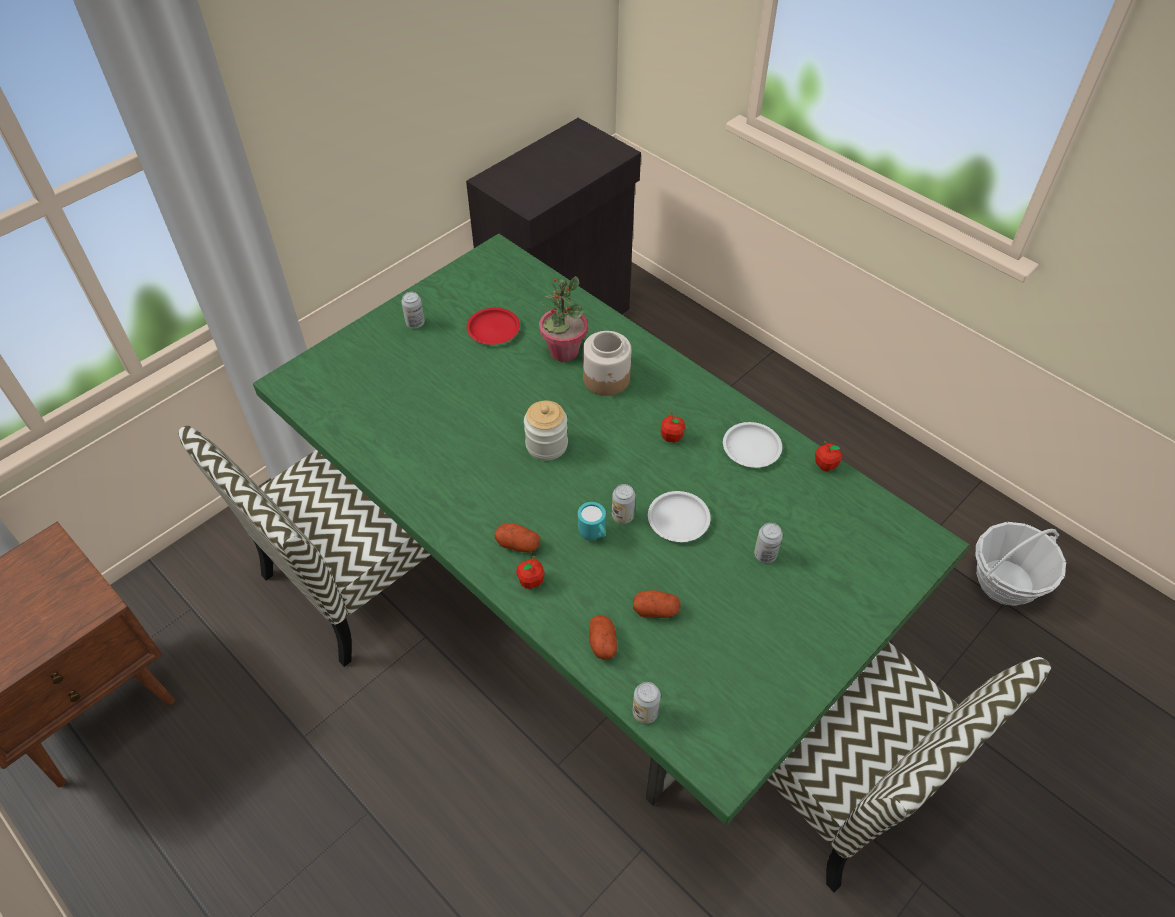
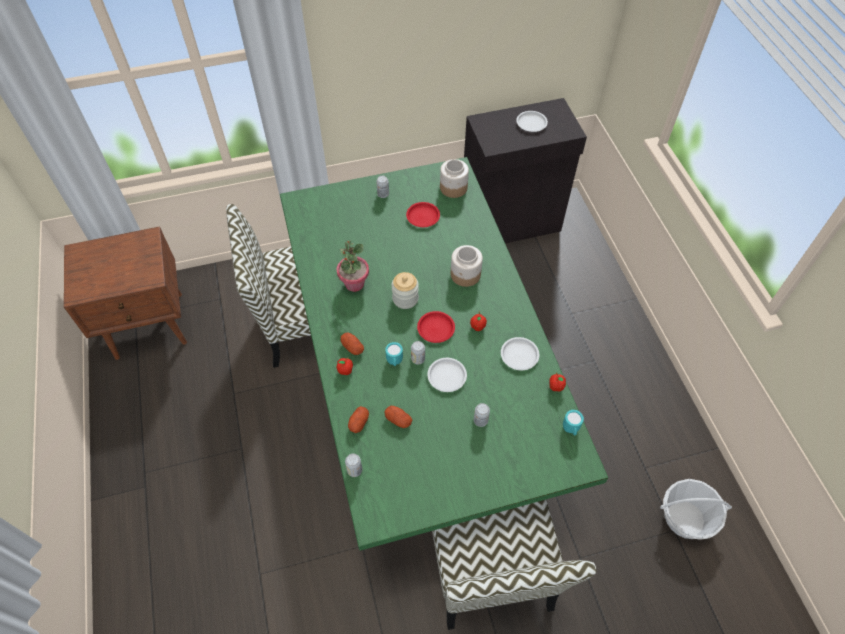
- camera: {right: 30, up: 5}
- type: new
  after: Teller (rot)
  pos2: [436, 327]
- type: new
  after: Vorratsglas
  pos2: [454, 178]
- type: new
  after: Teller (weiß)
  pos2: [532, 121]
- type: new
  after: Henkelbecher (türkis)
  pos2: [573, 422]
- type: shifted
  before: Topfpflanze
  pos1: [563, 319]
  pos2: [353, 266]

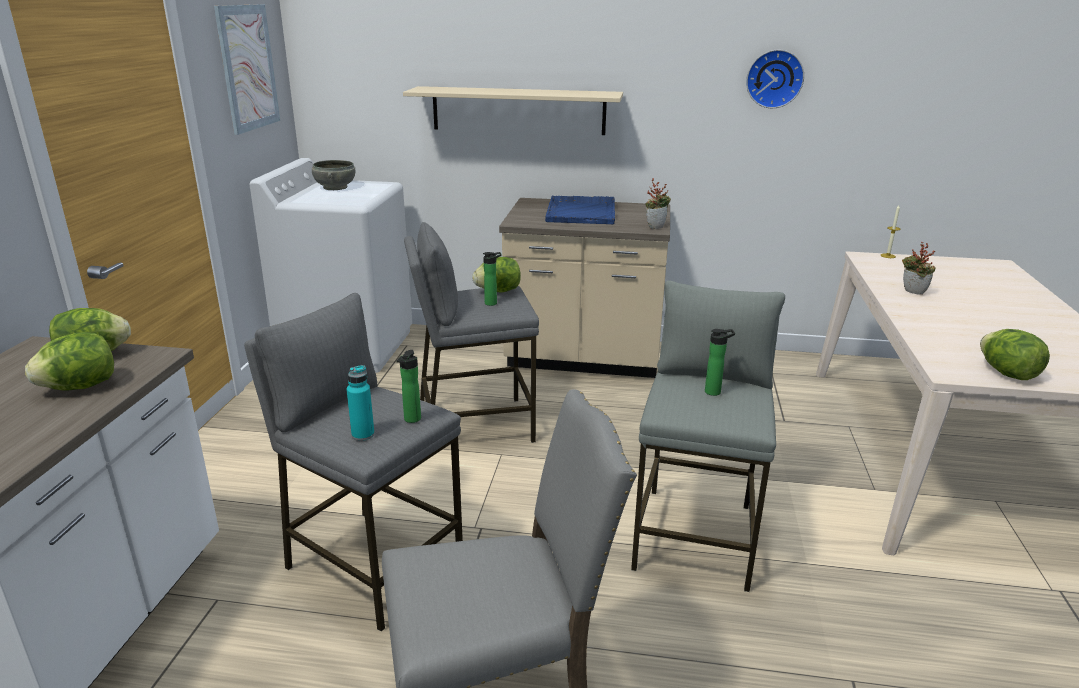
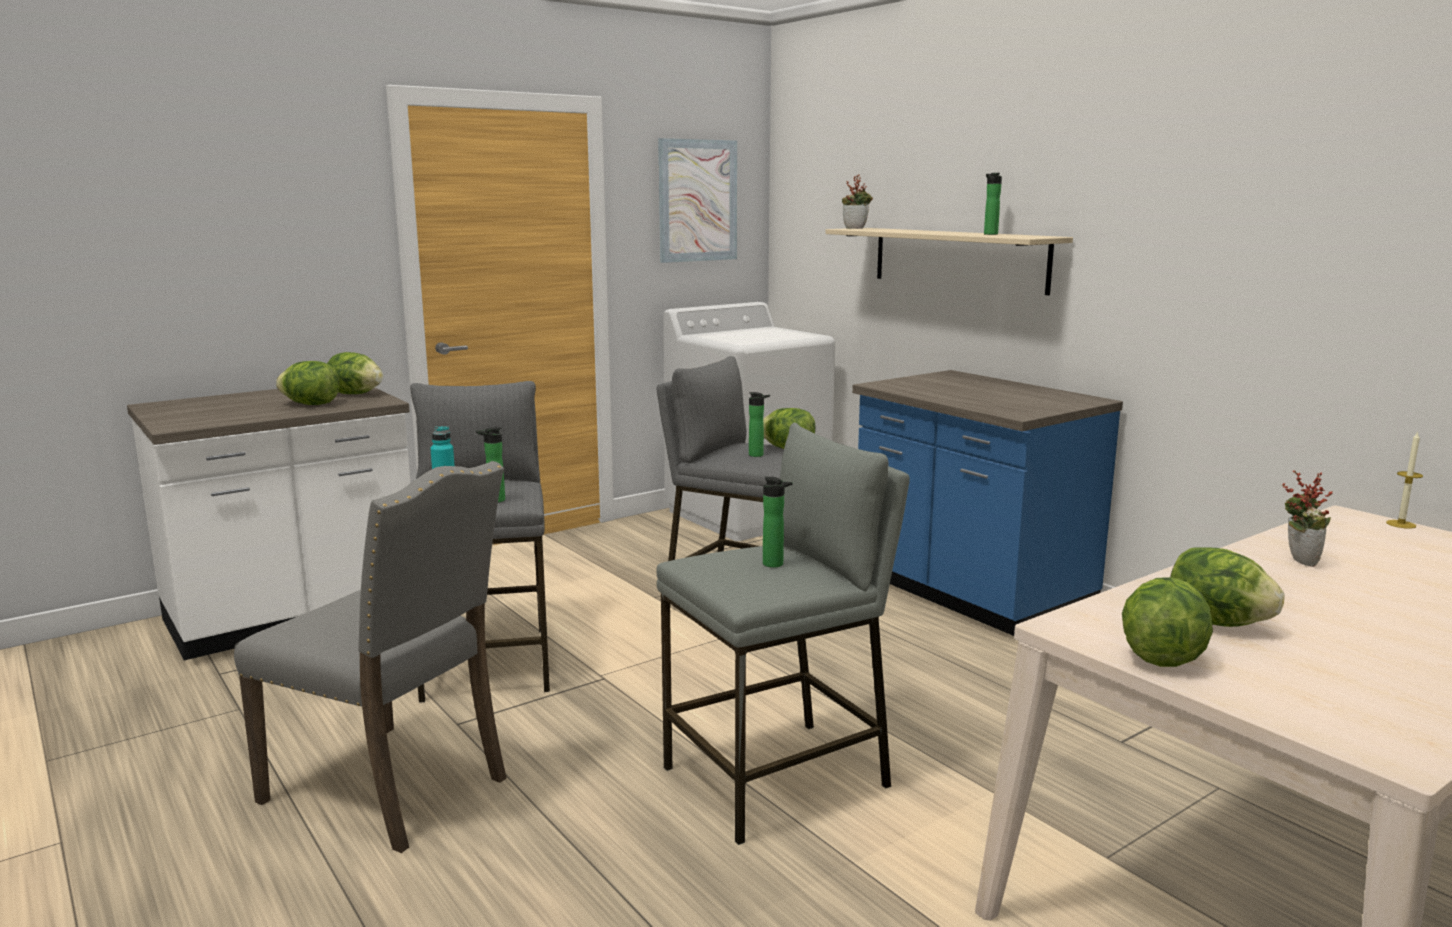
- camera: {right: 45, up: -10}
- type: gone
  before: Schüssel (grau)
  pos1: [333, 175]
- type: gone
  before: Tablett (blau)
  pos1: [580, 210]
- type: gone
  before: Wanduhr
  pos1: [775, 79]
- type: new
  after: Flasche
  pos2: [993, 204]
- type: new
  after: Salatkopf
  pos2: [1227, 587]
- type: shifted
  before: Topfpflanze
  pos1: [658, 203]
  pos2: [857, 202]
- type: repainted
  before: Küchenzeile (beige)
  after: Küchenzeile (blau)
  pos1: [584, 288]
  pos2: [987, 503]

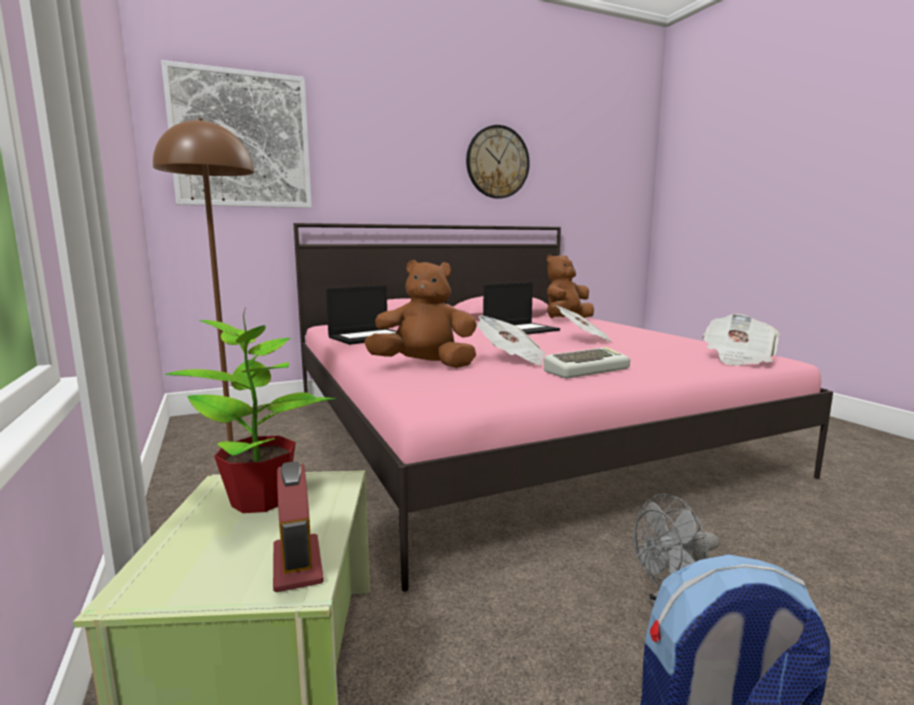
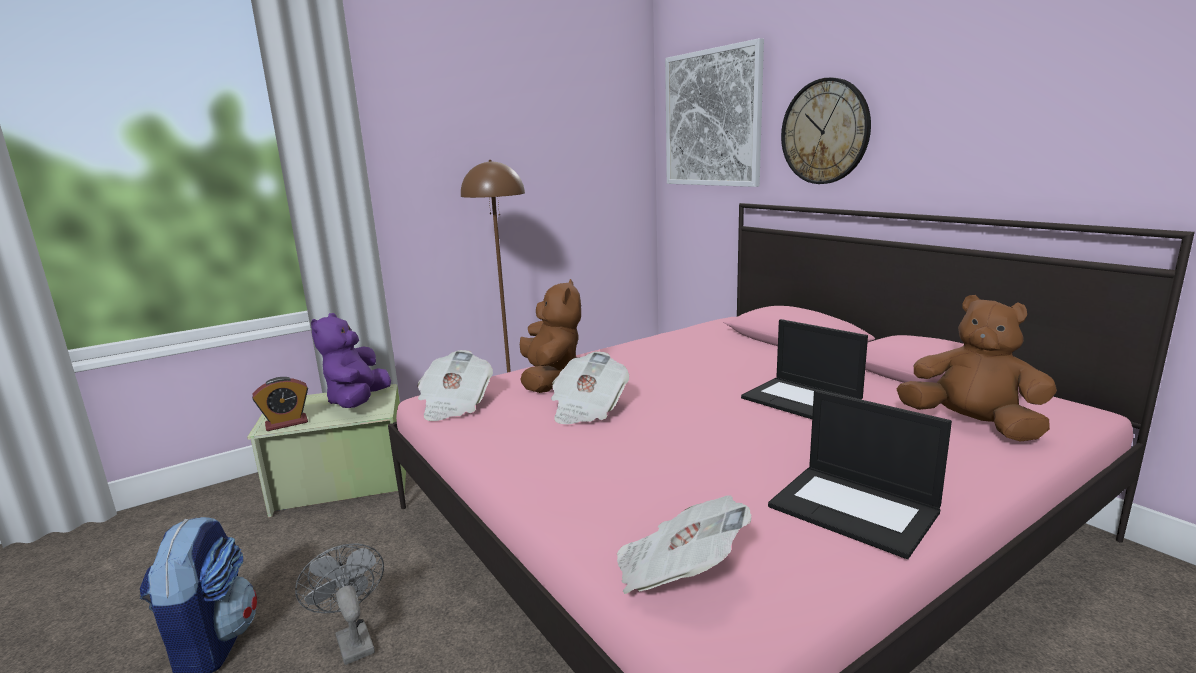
- camera: {right: 80, up: 5}
- type: gone
  before: Tastatur
  pos1: [587, 363]
- type: shifted
  before: Laptop
  pos1: [361, 315]
  pos2: [860, 474]
- type: shifted
  before: Wanduhr
  pos1: [498, 162]
  pos2: [826, 131]
- type: shifted
  before: Zeitung
  pos1: [584, 324]
  pos2: [455, 385]
- type: swapped
  before: Topfpflanze
  after: Plüschtier (lila)
  pos1: [250, 410]
  pos2: [351, 360]

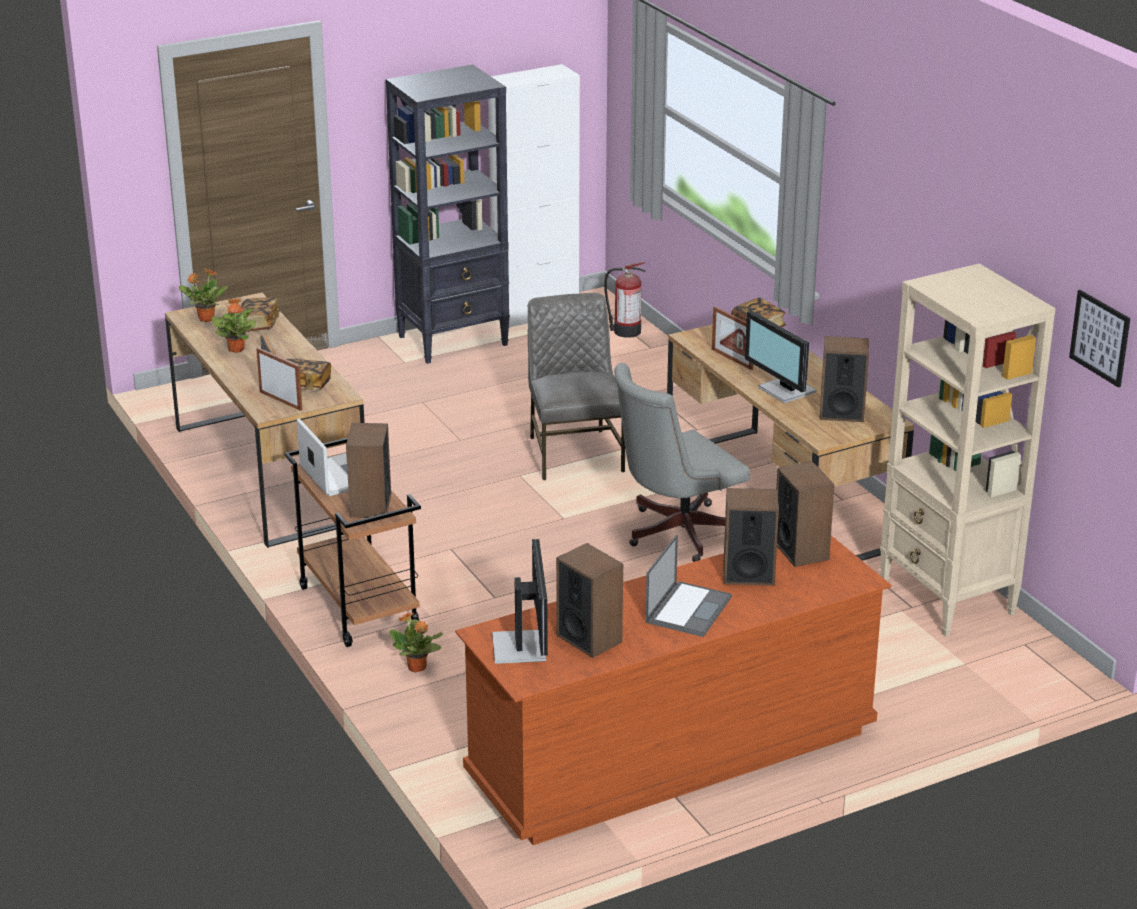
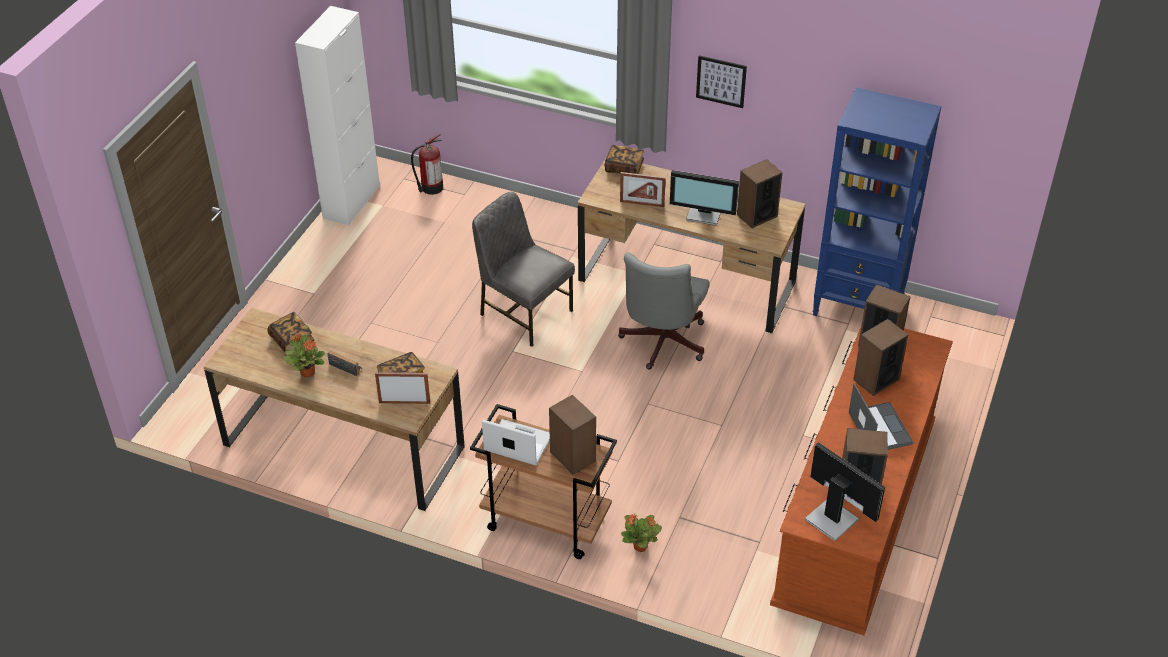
- camera: {right: -40, up: 15}
- type: gone
  before: Topfpflanze
  pos1: [203, 295]
- type: gone
  before: Bücherregal (schwarz)
  pos1: [448, 214]
- type: shifted
  before: Bild
  pos1: [1099, 339]
  pos2: [721, 81]
- type: repainted
  before: Bücherregal (beige)
  after: Bücherregal (blau)
  pos1: [968, 450]
  pos2: [877, 201]

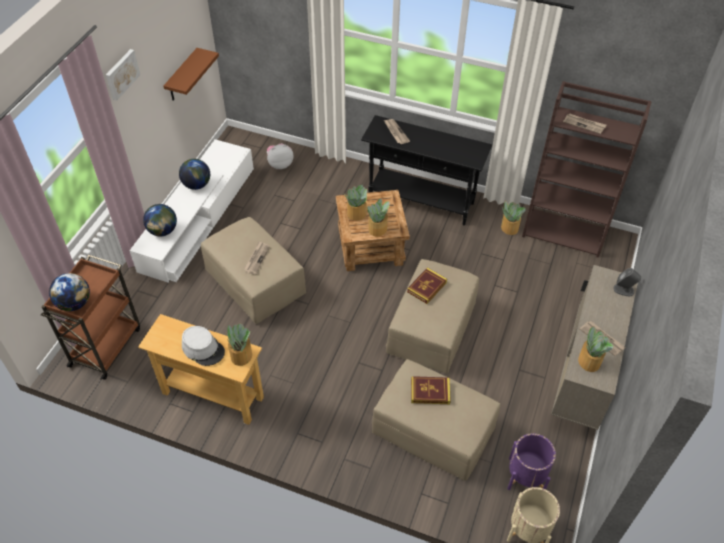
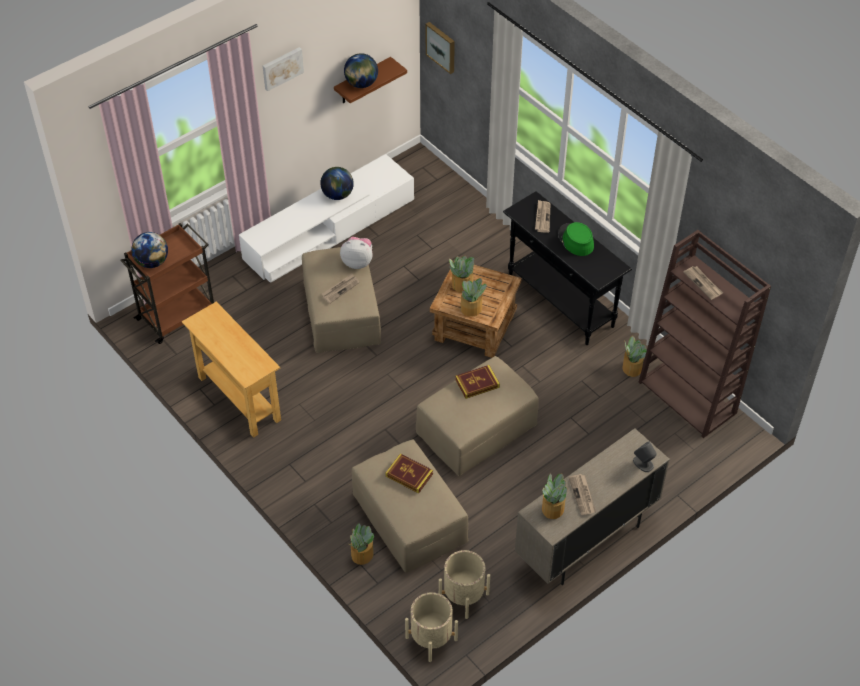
- camera: {right: 30, up: 0}
- type: gone
  before: Hut (grau)
  pos1: [203, 346]
- type: new
  after: Bild
  pos2: [440, 48]
- type: new
  after: Hut (grün)
  pos2: [576, 239]
- type: shifted
  before: Globus
  pos1: [160, 220]
  pos2: [361, 70]
- type: shifted
  before: Topfpflanze
  pos1: [239, 344]
  pos2: [361, 544]
- type: shifted
  before: Plüschtier
  pos1: [280, 156]
  pos2: [356, 253]
- type: repainted
  before: Pflanzkübel (lila)
  after: Pflanzkübel (beige)
  pos1: [531, 461]
  pos2: [464, 584]

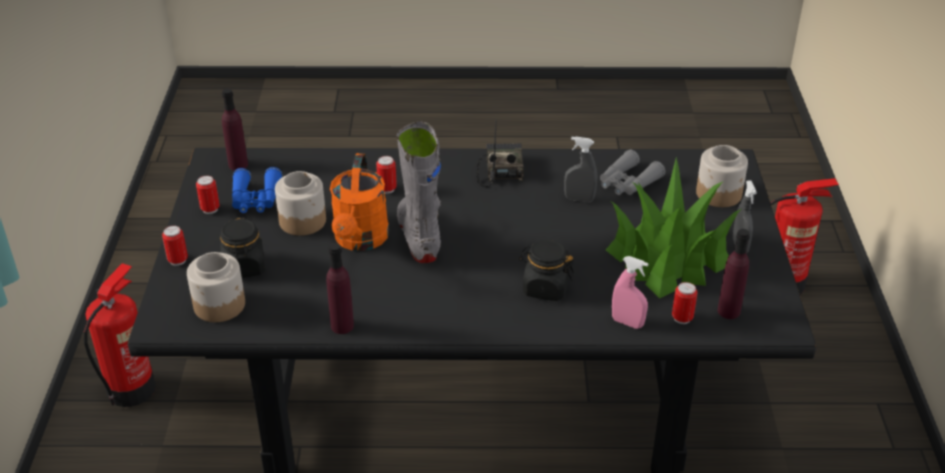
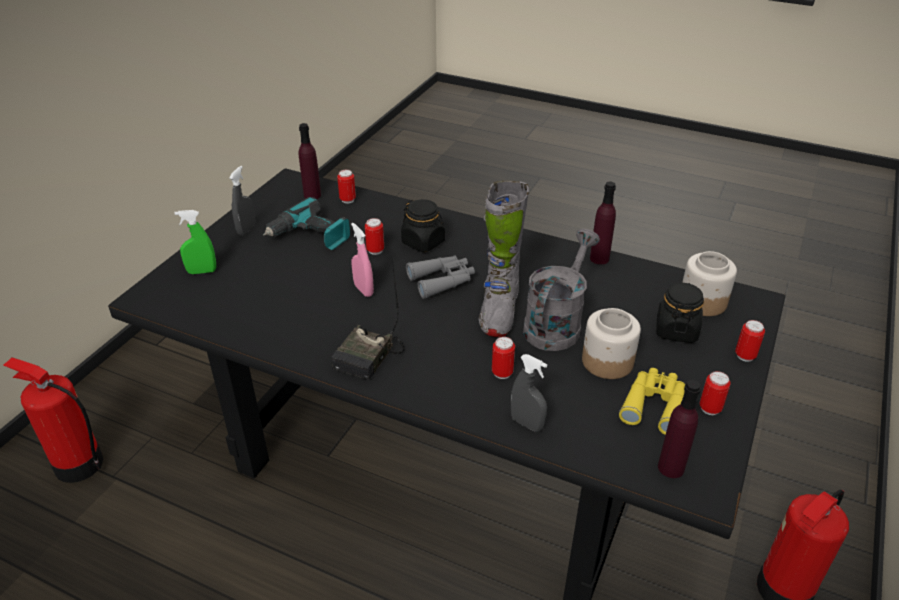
- camera: {right: -155, up: 0}
- type: new
  after: Dose
  pos2: [374, 236]
- type: shifted
  before: Sprühflasche (grau)
  pos1: [580, 169]
  pos2: [529, 393]
- type: shifted
  before: Fernglas (grau)
  pos1: [633, 172]
  pos2: [440, 277]
- type: shifted
  before: Sprühflasche (rosa)
  pos1: [630, 292]
  pos2: [362, 260]
- type: swapped
  before: Topfpflanze
  after: Bohrmaschine
  pos1: [673, 227]
  pos2: [306, 223]
- type: swapped
  before: Vorratsglas
  after: Sprühflasche (grün)
  pos1: [722, 176]
  pos2: [195, 242]
- type: repainted
  before: Fernglas (blau)
  after: Fernglas (gelb)
  pos1: [257, 190]
  pos2: [652, 401]
- type: repainted
  before: Gießkanne (orange)
  after: Gießkanne (grau)
  pos1: [359, 202]
  pos2: [561, 290]

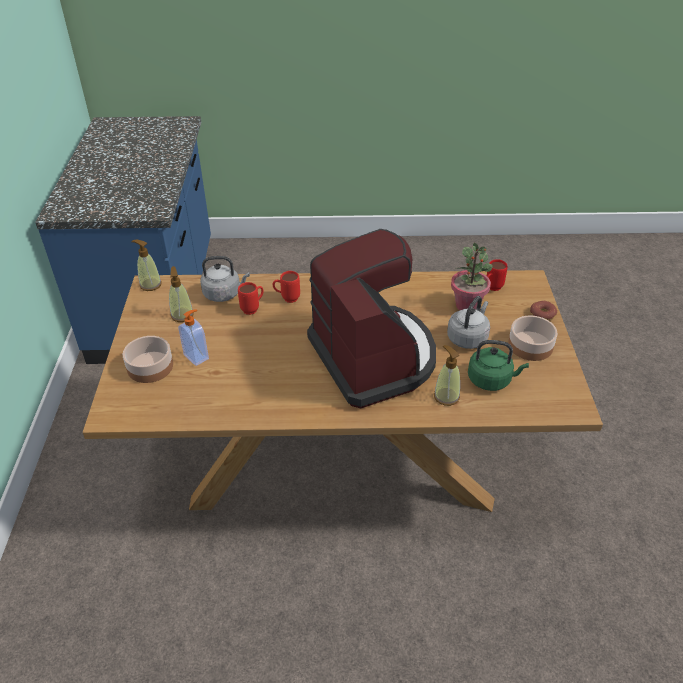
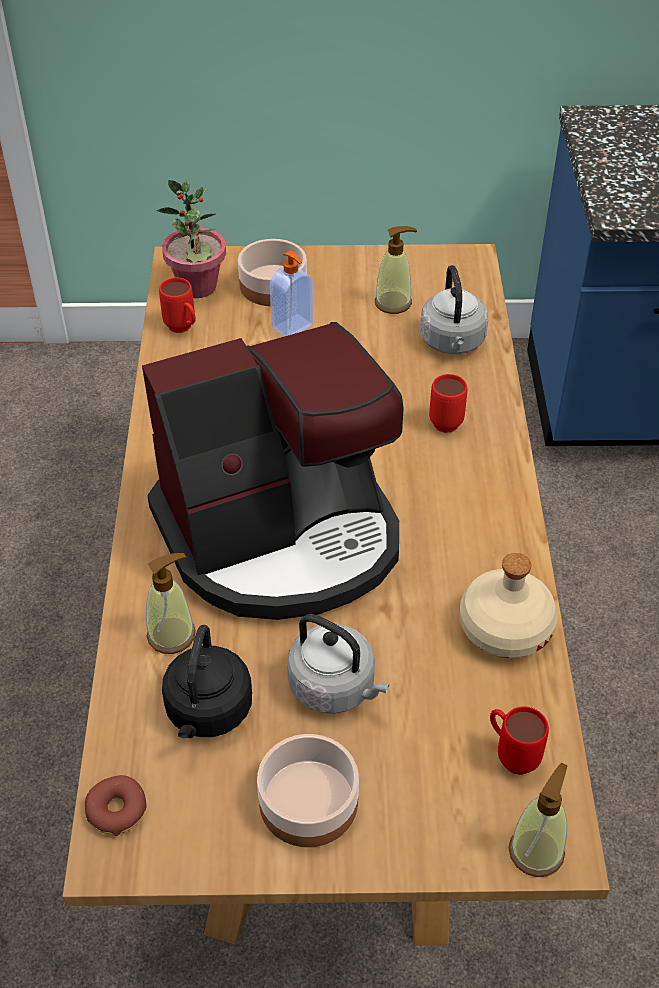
- camera: {right: 90, up: 5}
- type: new
  after: Flasche (beige)
  pos2: [508, 605]
- type: shifted
  before: Seifenspender
  pos1: [146, 265]
  pos2: [538, 820]
- type: shifted
  before: Henkelbecher (rot)
  pos1: [251, 298]
  pos2: [177, 305]
- type: shifted
  before: Topfpflanze
  pos1: [472, 276]
  pos2: [191, 239]
- type: shifted
  before: Donut
  pos1: [543, 311]
  pos2: [116, 805]
- type: repainted
  before: Wasserkessel (grün)
  after: Wasserkessel (schwarz)
  pos1: [498, 365]
  pos2: [207, 681]

